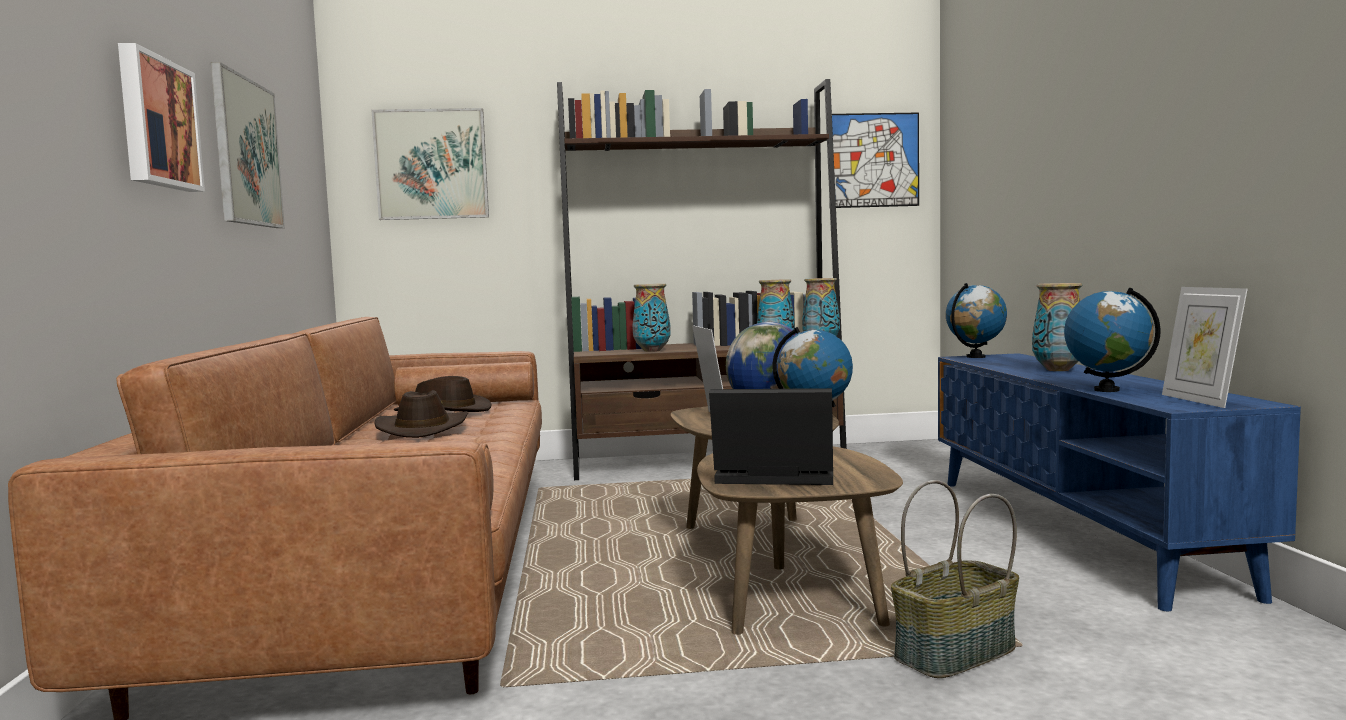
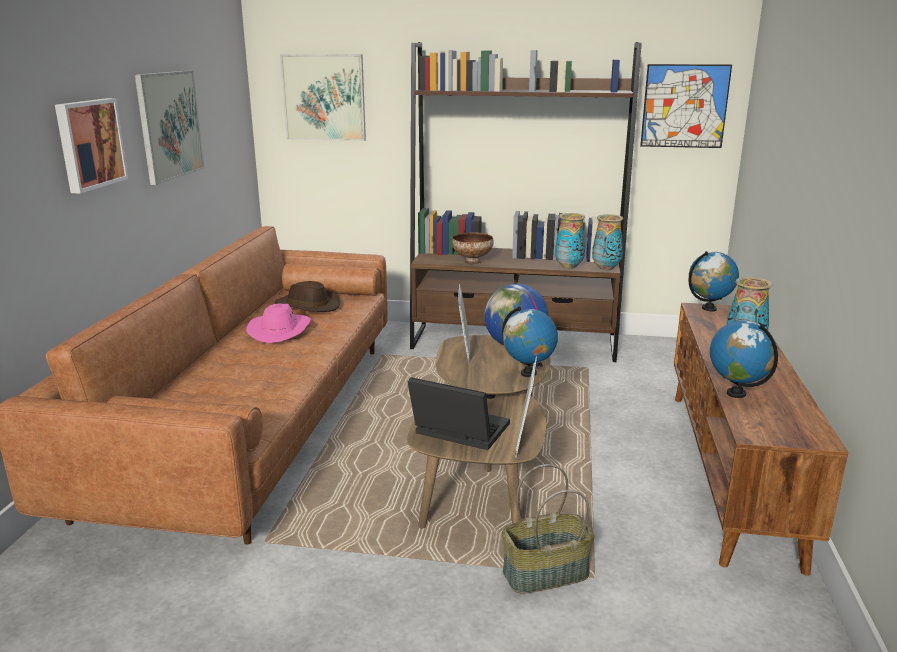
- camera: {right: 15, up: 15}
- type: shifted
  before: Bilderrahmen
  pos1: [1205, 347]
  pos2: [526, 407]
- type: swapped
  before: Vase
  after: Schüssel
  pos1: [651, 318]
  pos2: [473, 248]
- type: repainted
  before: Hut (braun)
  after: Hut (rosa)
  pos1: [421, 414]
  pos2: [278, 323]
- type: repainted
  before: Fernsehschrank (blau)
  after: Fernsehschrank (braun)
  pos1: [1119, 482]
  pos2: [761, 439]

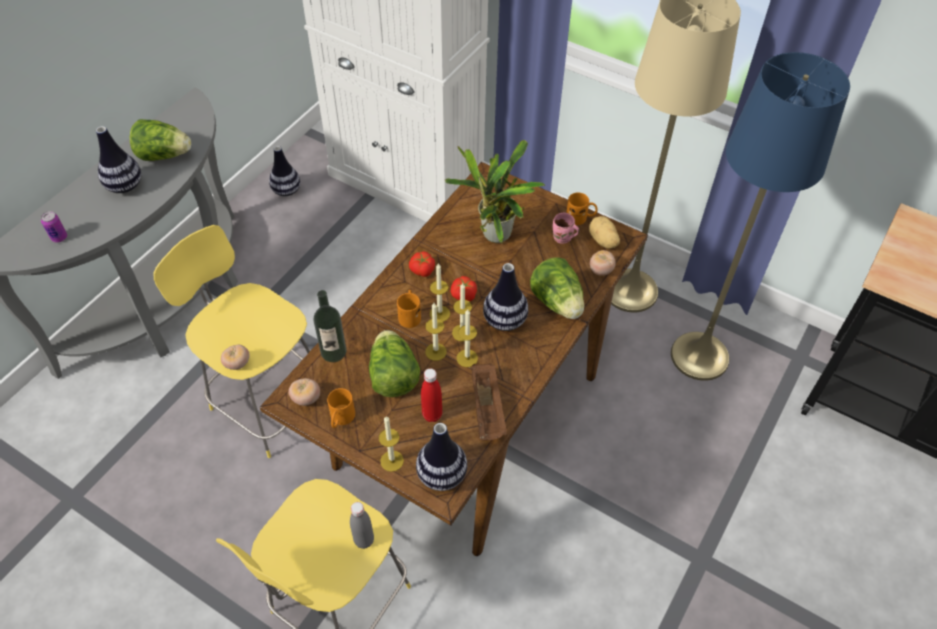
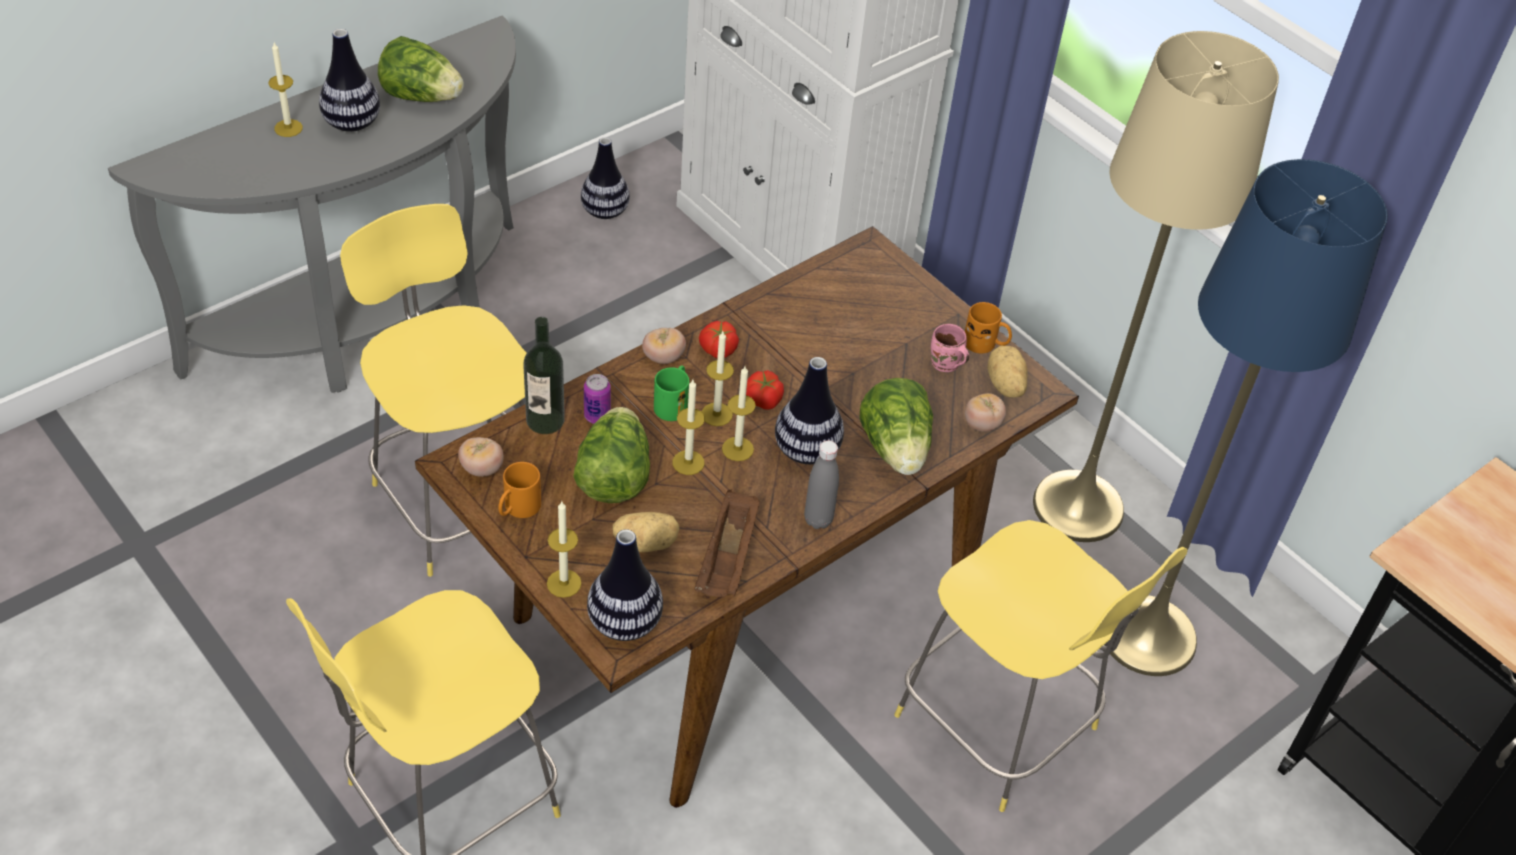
- camera: {right: 15, up: -5}
- type: gone
  before: Topfpflanze
  pos1: [495, 192]
- type: new
  after: Hocker (gelb)
  pos2: [1040, 666]
- type: shifted
  before: Dose
  pos1: [54, 227]
  pos2: [597, 399]
- type: shifted
  before: Tomate
  pos1: [235, 357]
  pos2: [664, 346]
- type: shifted
  before: Flasche (grau)
  pos1: [362, 525]
  pos2: [821, 485]
- type: shifted
  before: Kerze
  pos1: [467, 338]
  pos2: [285, 90]
- type: swapped
  before: Flasche (rot)
  after: Kartoffel
  pos1: [431, 395]
  pos2: [645, 532]
- type: repainted
  before: Henkelbecher (orange)
  after: Henkelbecher (grün)
  pos1: [409, 309]
  pos2: [671, 393]

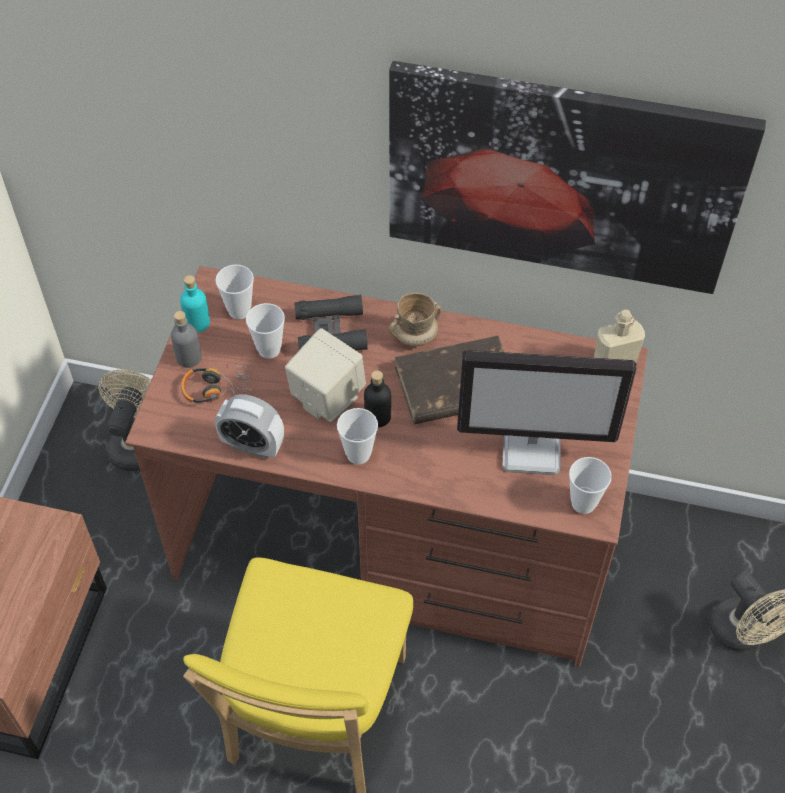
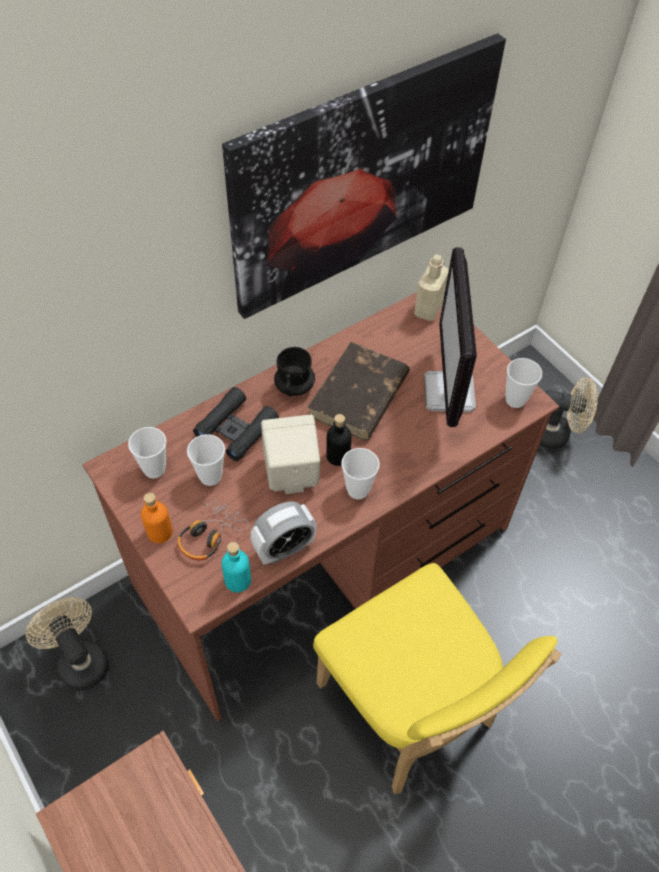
- camera: {right: -50, up: 0}
- type: shifted
  before: Flasche (türkis)
  pos1: [195, 304]
  pos2: [236, 567]
- type: repainted
  before: Flasche (grau)
  after: Flasche (orange)
  pos1: [186, 339]
  pos2: [157, 518]
- type: repainted
  before: Henkelbecher (beige)
  after: Henkelbecher (schwarz)
  pos1: [415, 319]
  pos2: [294, 371]
- type: rotated
  before: Monitor
  pos1: [547, 412]
  pos2: [450, 337]
  turn: 135

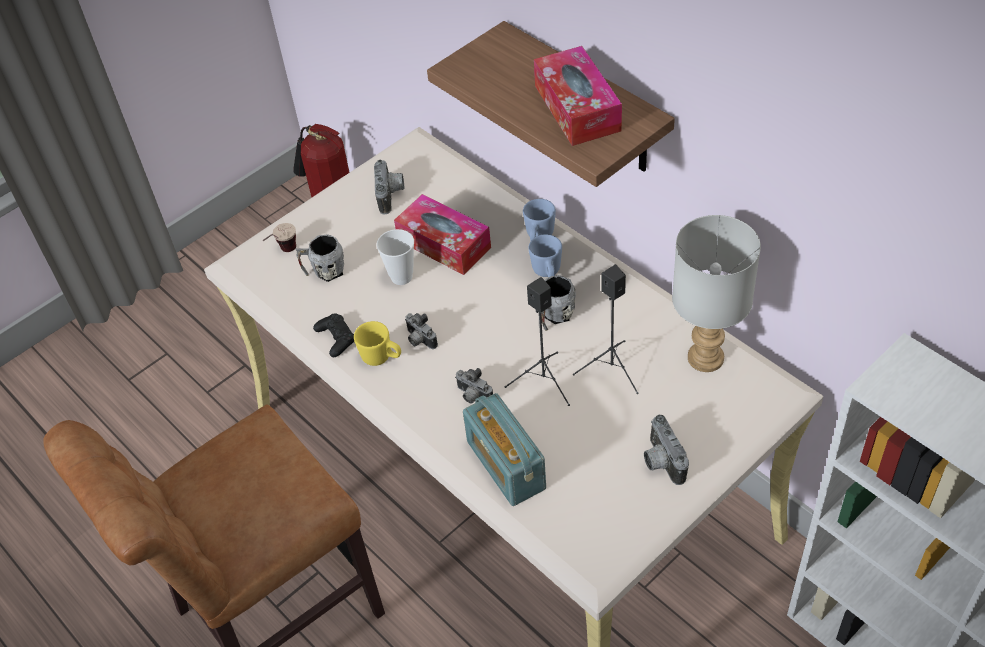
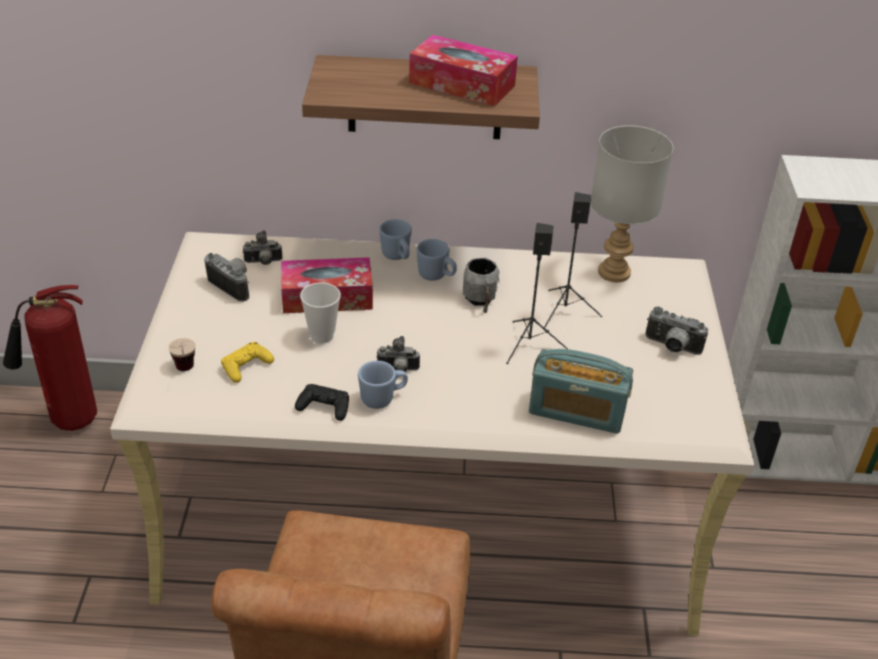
- camera: {right: -50, up: -10}
- type: shifted
  before: Kamera
  pos1: [474, 385]
  pos2: [263, 247]
- type: swapped
  before: Henkelbecher (grau)
  after: Gamepad (gelb)
  pos1: [319, 258]
  pos2: [247, 362]
- type: repainted
  before: Henkelbecher (gelb)
  after: Henkelbecher (blau)
  pos1: [377, 343]
  pos2: [383, 385]

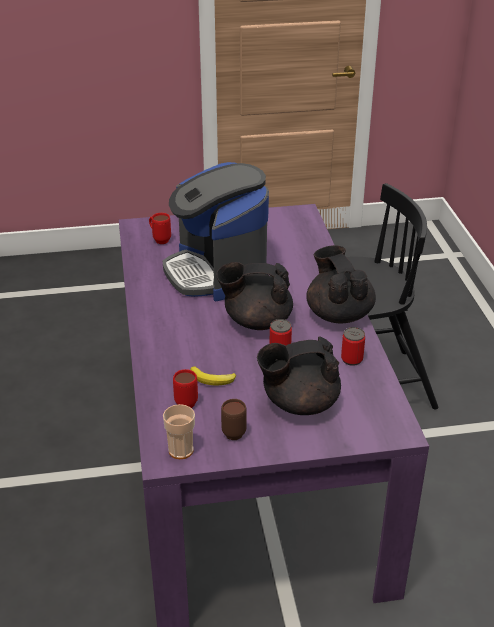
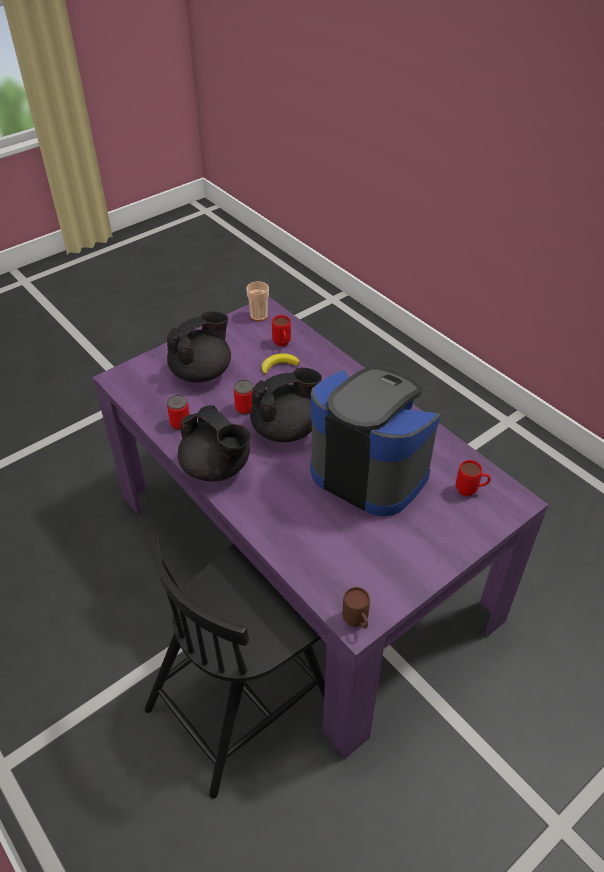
- camera: {right: 150, up: 10}
- type: shifted
  before: Henkelbecher (braun)
  pos1: [234, 419]
  pos2: [356, 608]

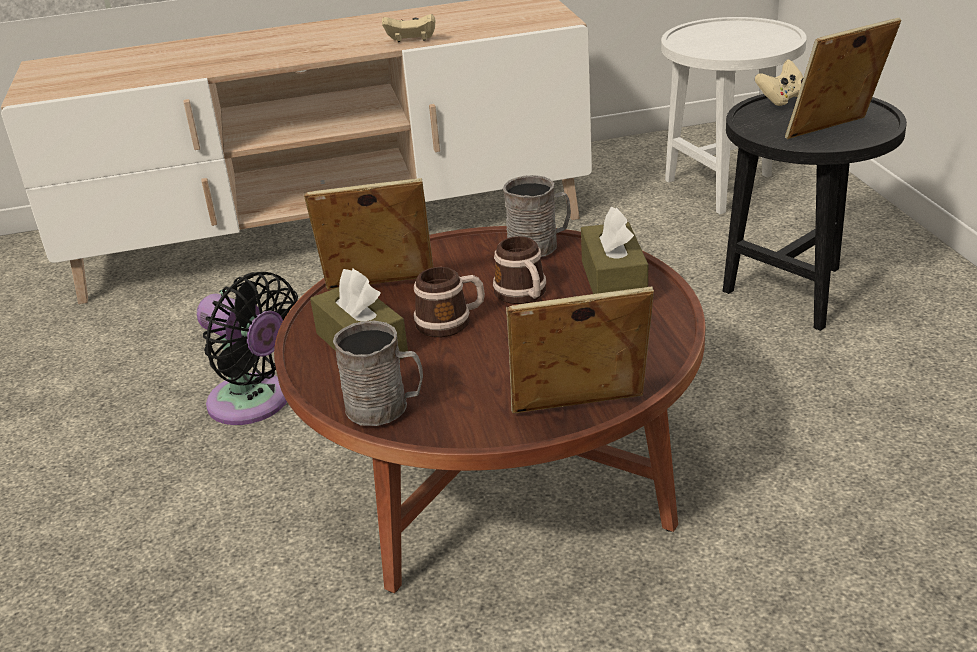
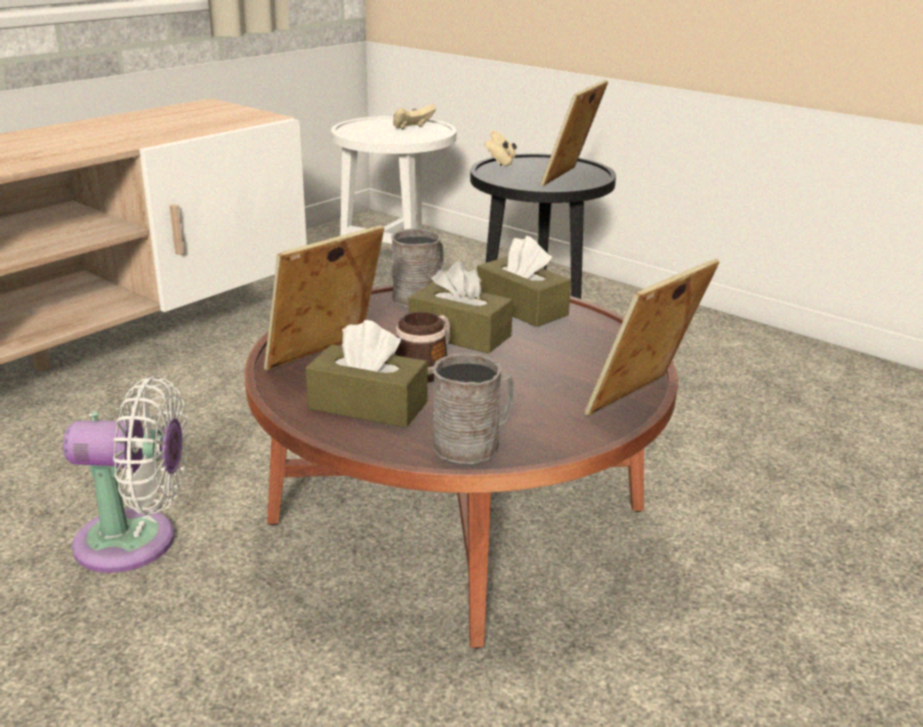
- camera: {right: -40, up: -5}
- type: shifted
  before: Gamepad (beige)
  pos1: [408, 28]
  pos2: [414, 117]
- type: swapped
  before: Henkelbecher
  after: Taschentuchbox (braun)
  pos1: [519, 270]
  pos2: [461, 307]
- type: repainted
  before: Ventilator (schwarz)
  after: Ventilator (weiß)
  pos1: [247, 348]
  pos2: [125, 475]

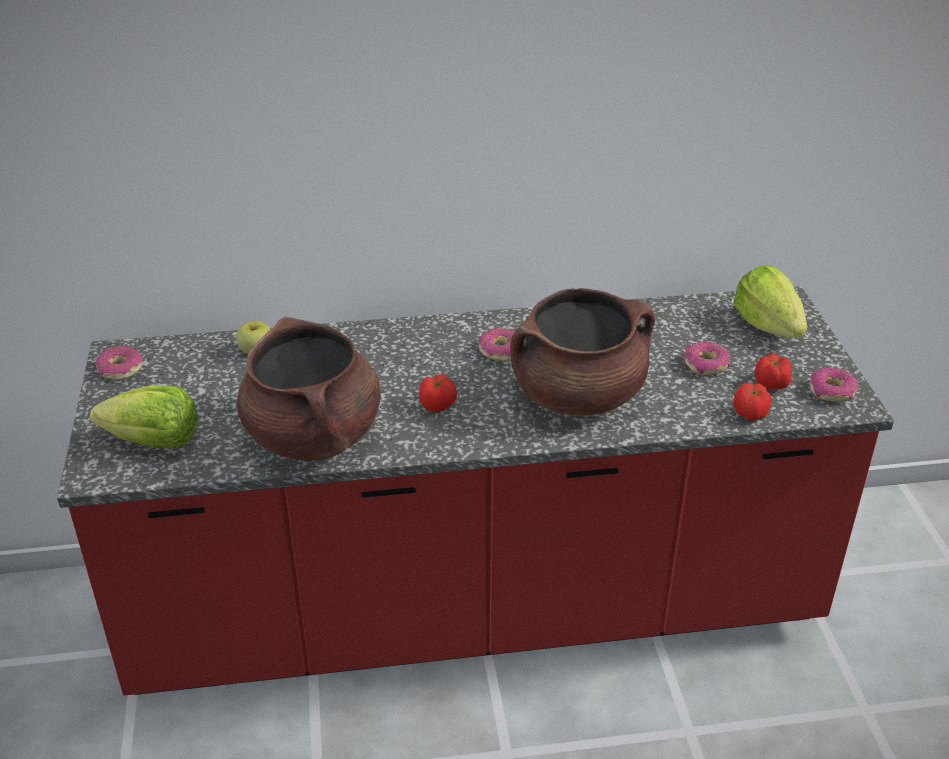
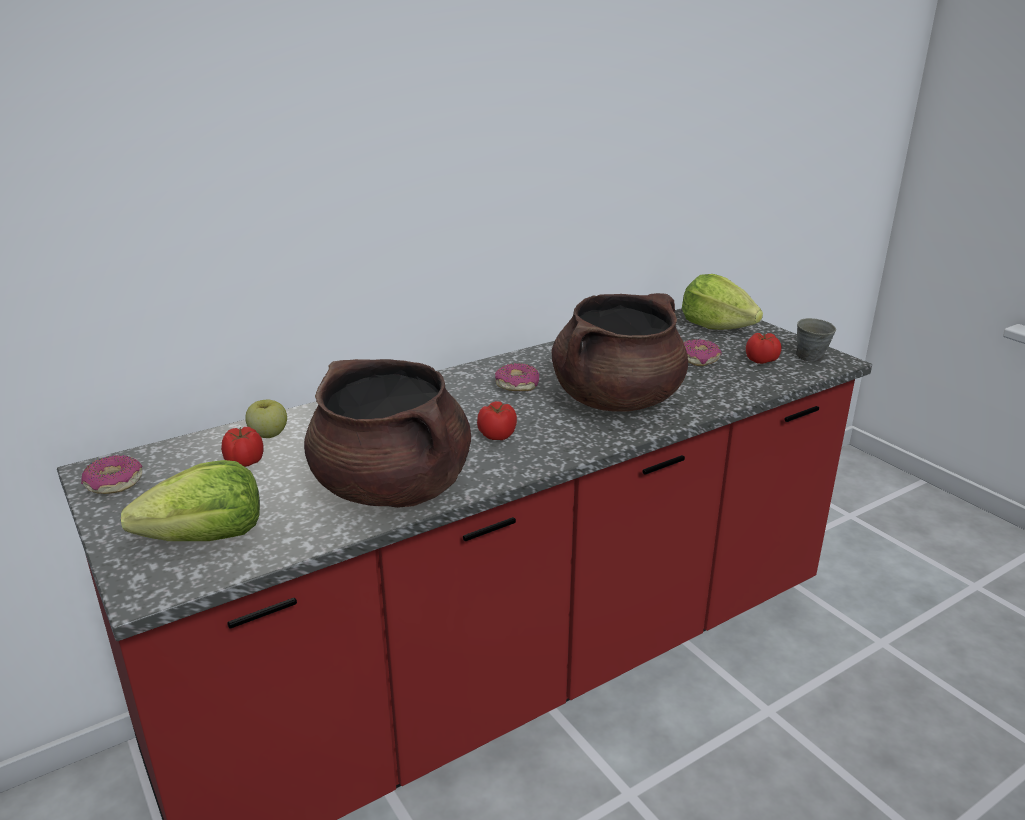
- camera: {right: -25, up: -10}
- type: shifted
  before: Tomate
  pos1: [752, 401]
  pos2: [242, 447]
- type: swapped
  before: Donut
  after: Henkelbecher (grau)
  pos1: [834, 384]
  pos2: [816, 340]

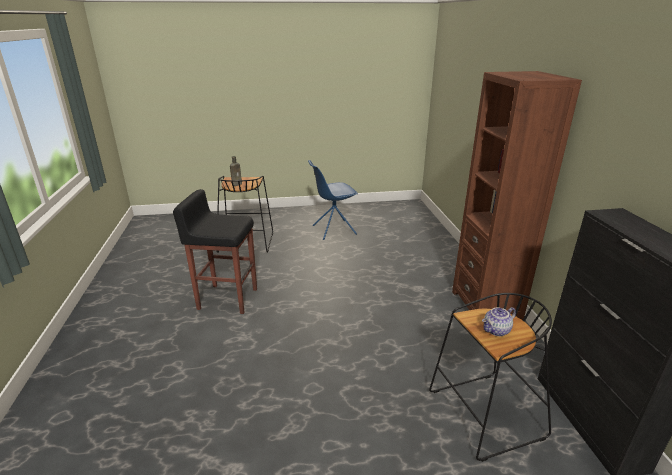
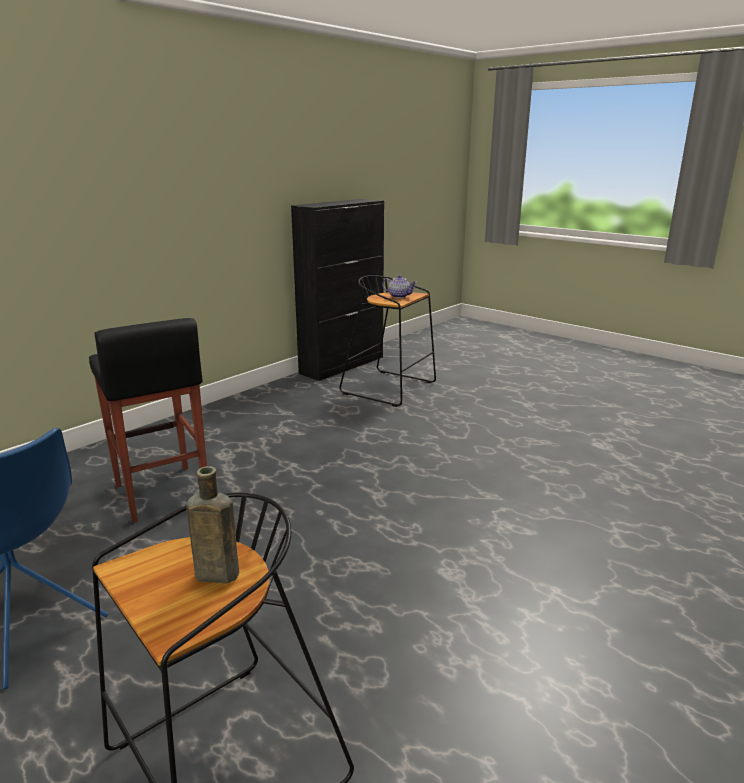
- camera: {right: -130, up: -5}
- type: gone
  before: Bücherregal (braun)
  pos1: [517, 195]
- type: shifted
  before: Hocker (schwarz)
  pos1: [215, 251]
  pos2: [148, 420]

